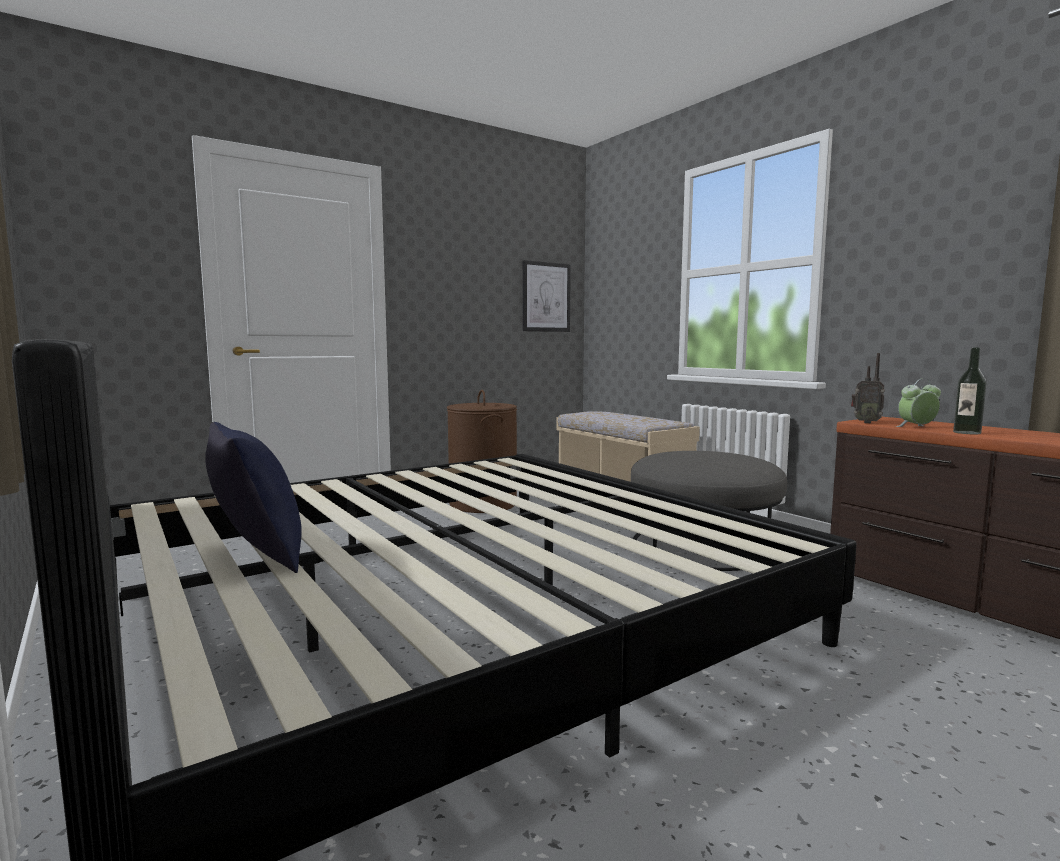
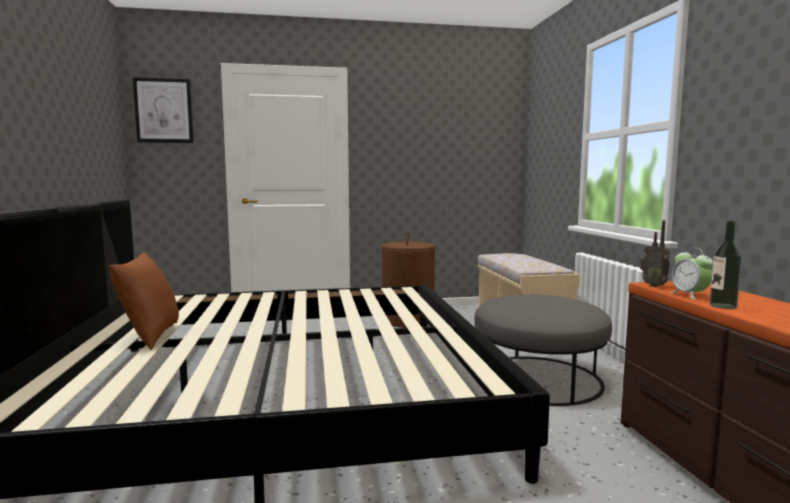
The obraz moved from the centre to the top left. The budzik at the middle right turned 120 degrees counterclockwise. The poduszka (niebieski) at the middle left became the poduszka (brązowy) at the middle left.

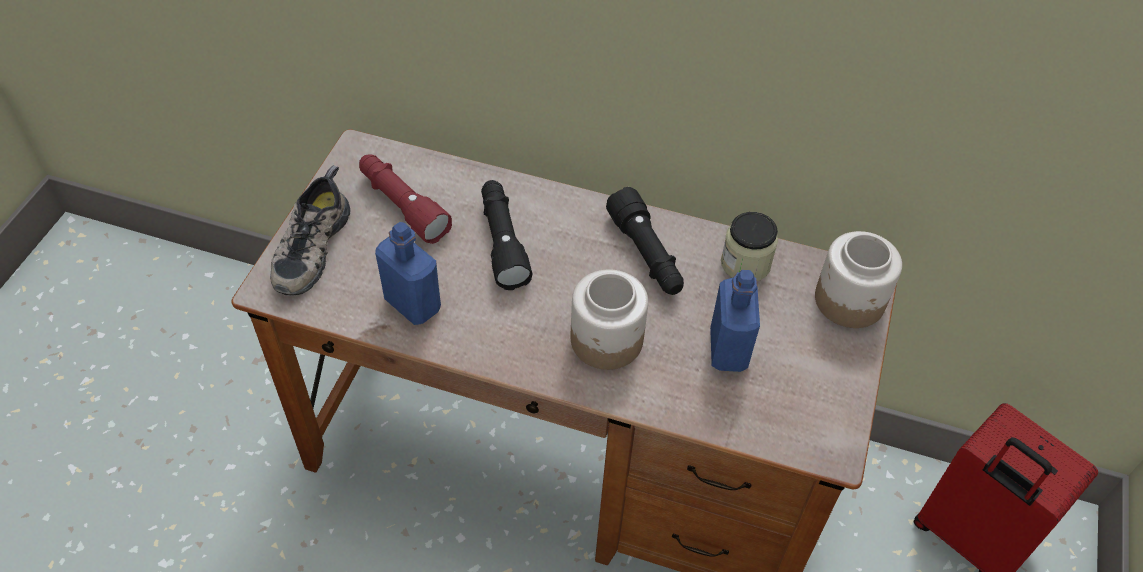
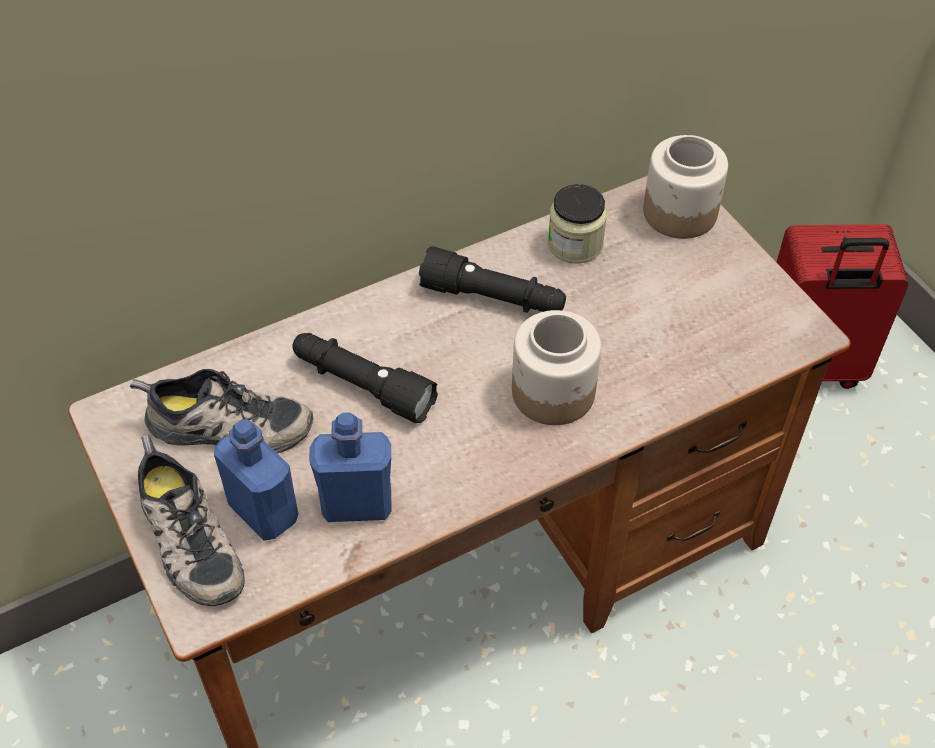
The latarka (czerwony) at the centre was replaced by the but (no. 2 from left) at the middle left. The butelka (niebieski) (no. 2 from left in the first image) moved from the centre to the middle left.

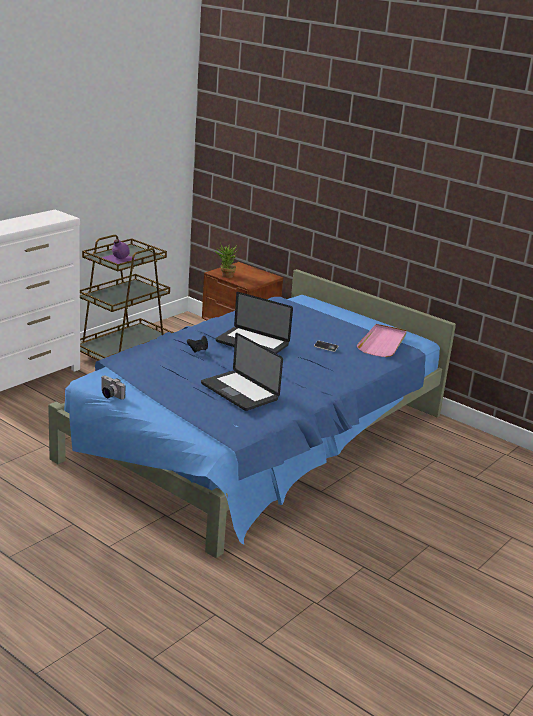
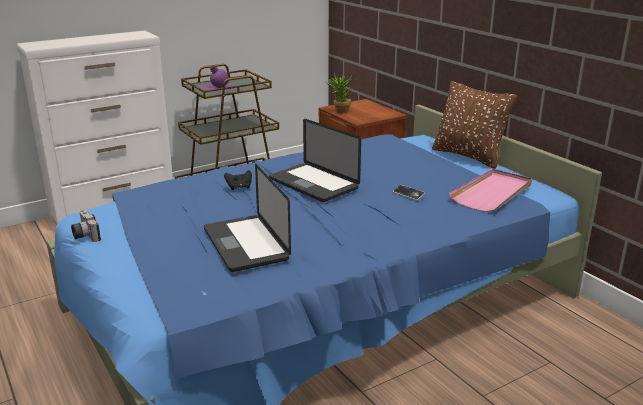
The poduszka (brązowy) at the top right appeared.

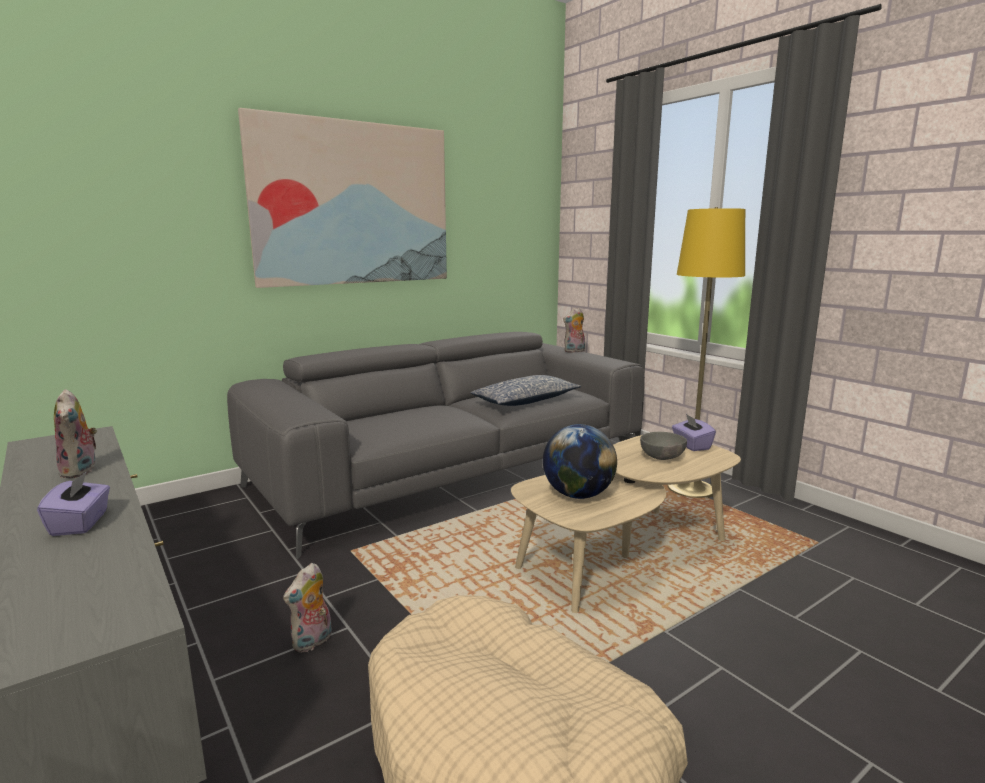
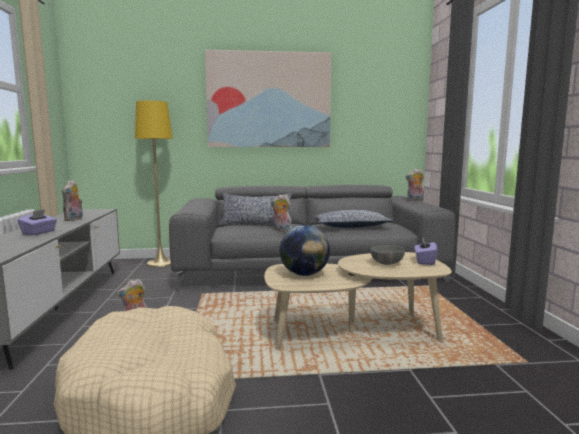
The lampa stojąca (żółty) moved from the middle right to the middle left. The poduszka (no. 1 from left) at the centre appeared. The pluszak (no. 3 from left) at the centre appeared.

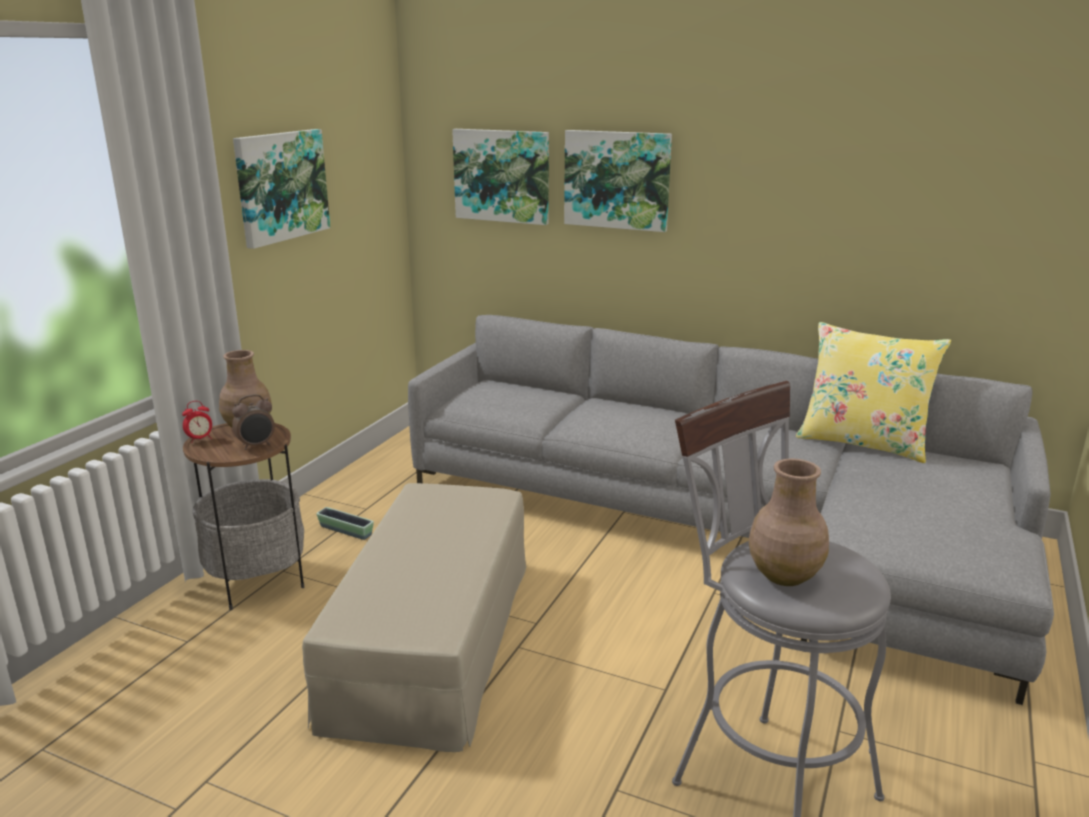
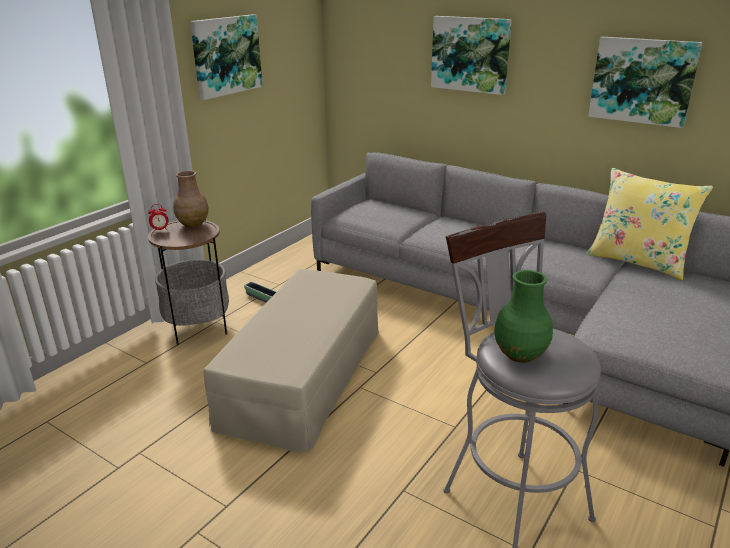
The obraz (no. 2 from left in the first image) moved from the top centre to the top right. The budzik (no. 2 from left) at the middle left disappeared. The wazon (brązowy) (no. 2 from left) at the middle right became the wazon (zielony) at the middle right.

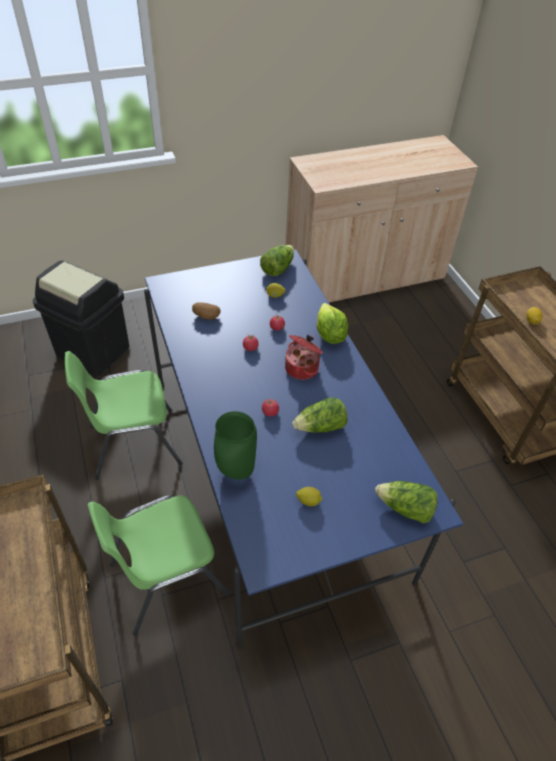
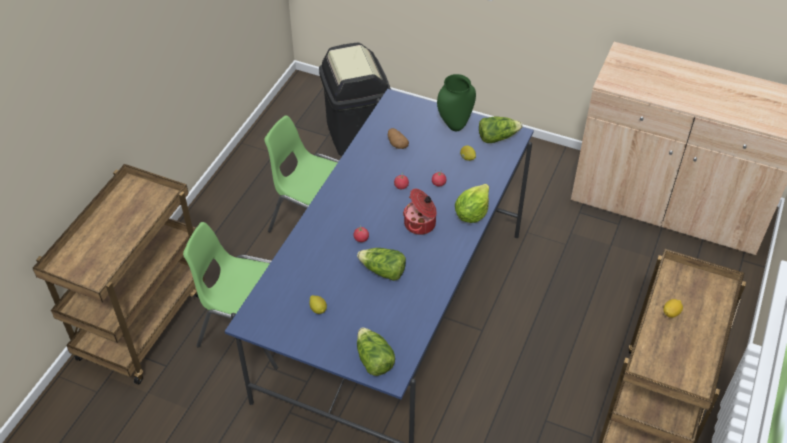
The wazon (zielony) moved from the centre to the top centre.

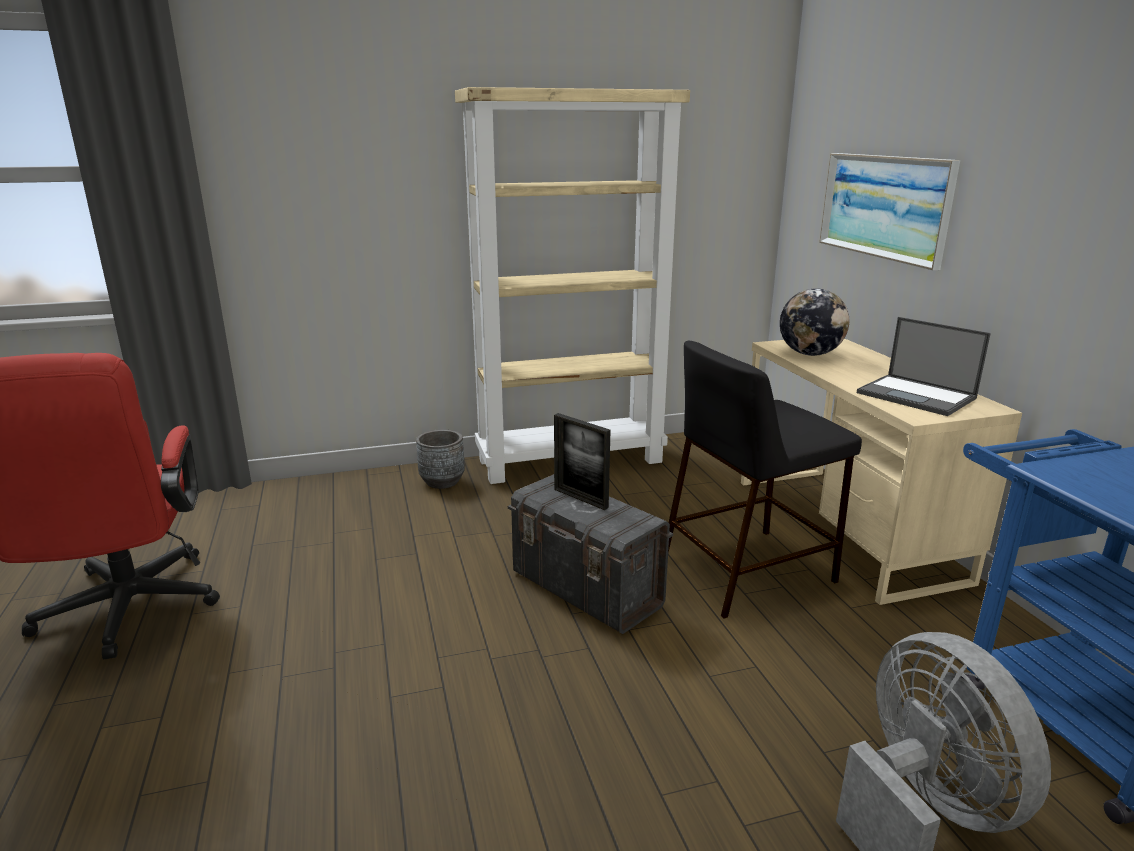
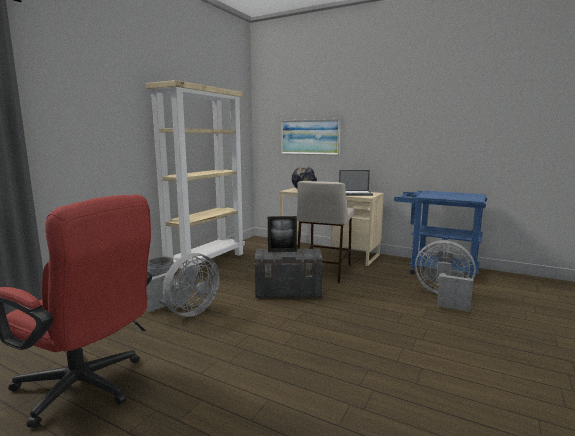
The stołek (czarny) at the middle right became the stołek (beżowy) at the centre. The wentylator (szary) (no. 1 from left) at the middle left appeared.

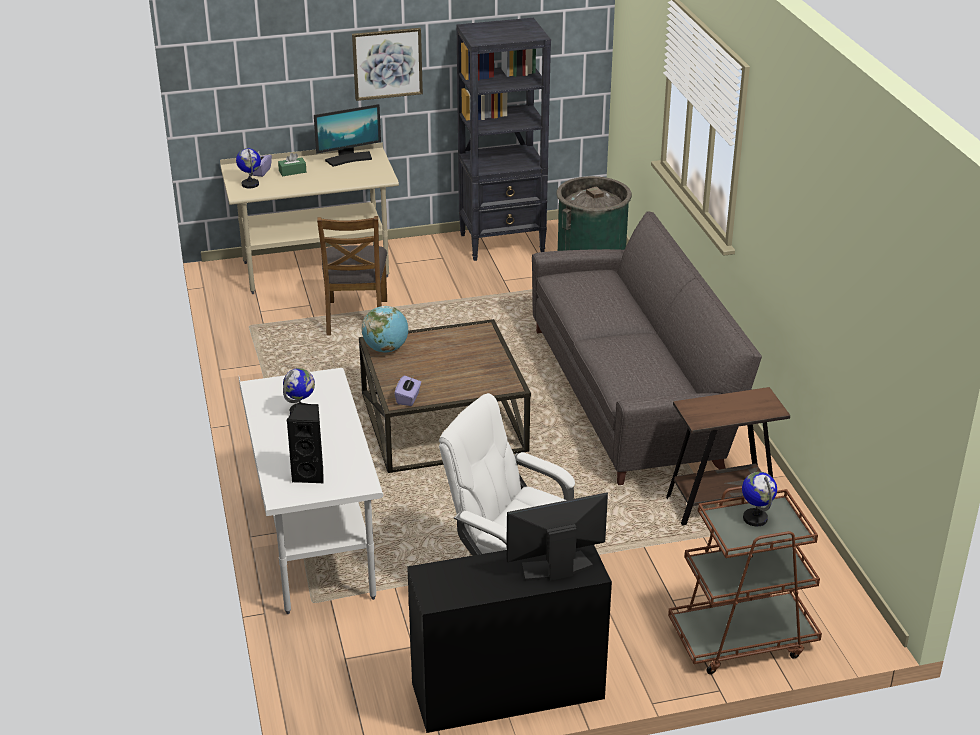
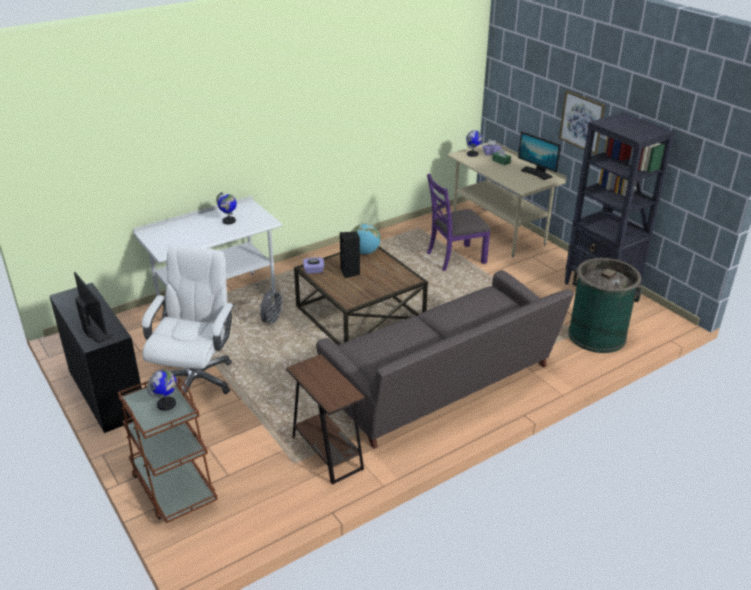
The krzesło (brązowy) at the centre became the krzesło (fioletowy) at the centre. The głośnik (czarny) moved from the middle left to the centre. The wentylator (szary) at the centre appeared.

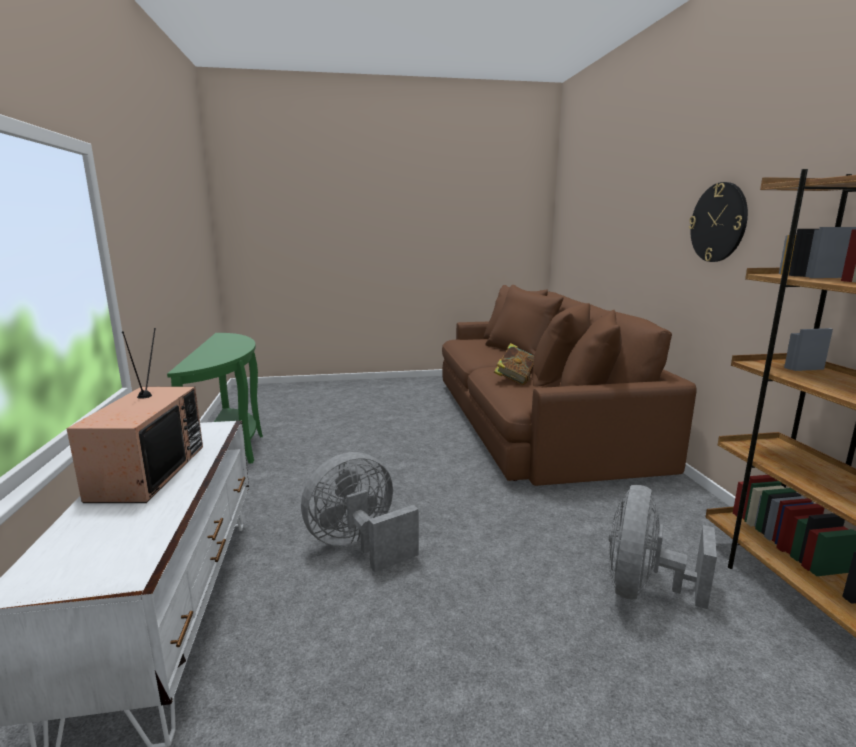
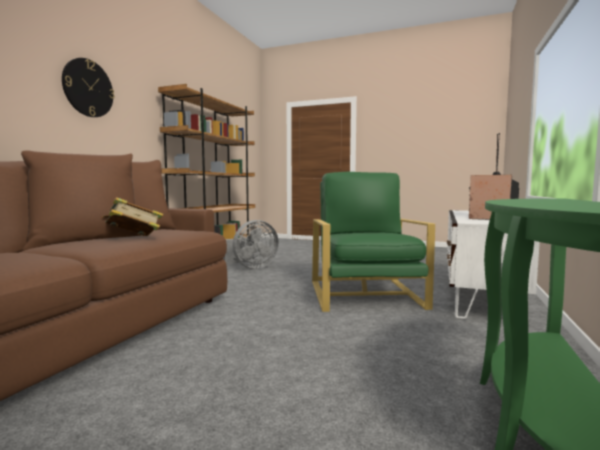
The wentylator (szary) (no. 1 from left) at the bottom centre was replaced by the fotel (zielony) at the centre.

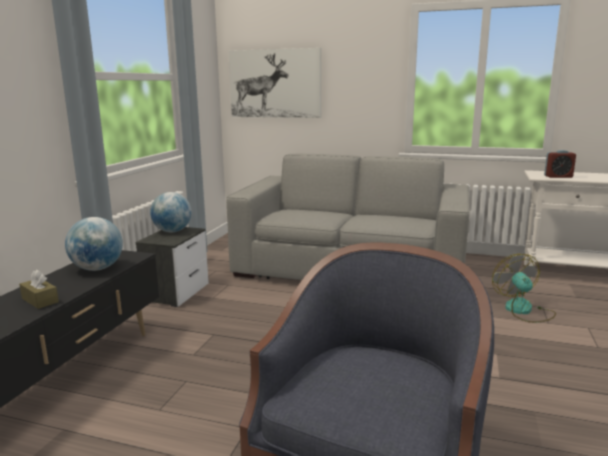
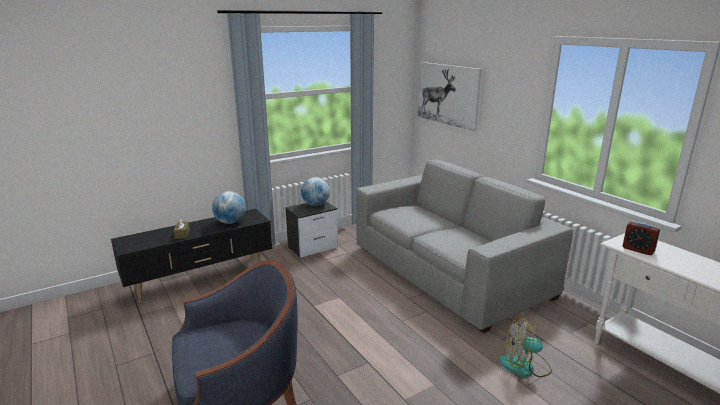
The wentylator at the middle right turned 120 degrees counterclockwise.

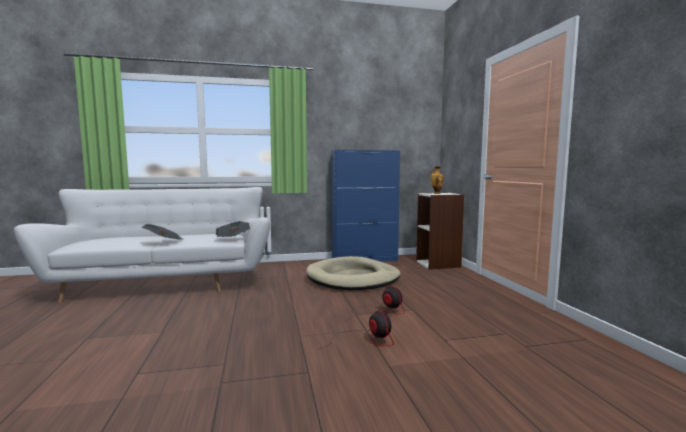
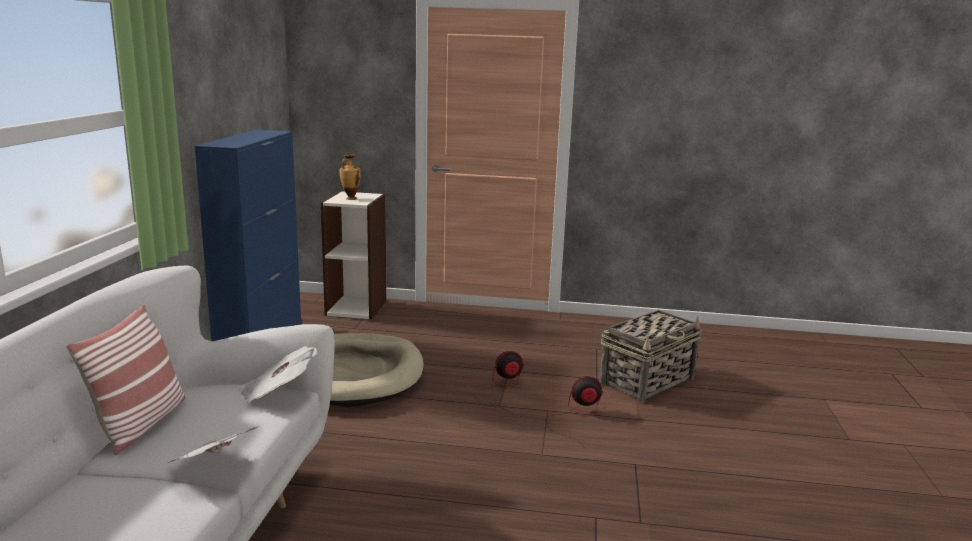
The poduszka at the bottom left appeared. The koszyk at the middle right appeared.

